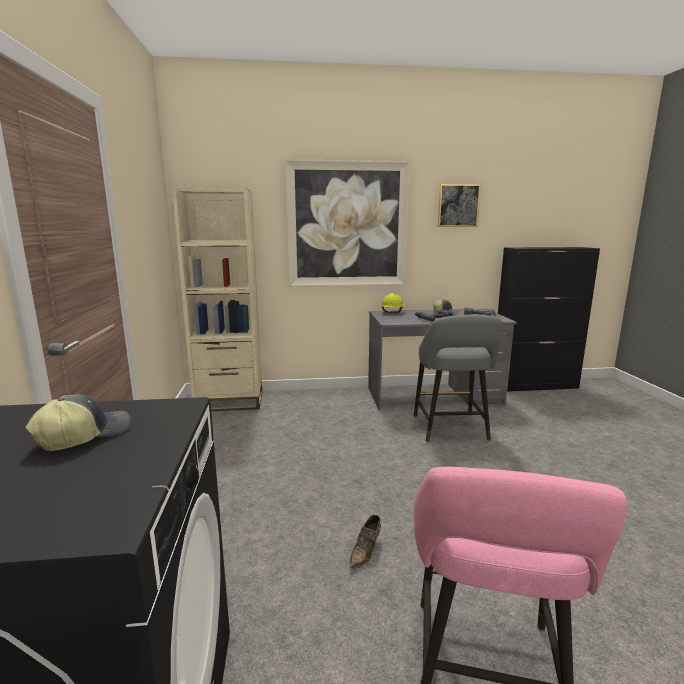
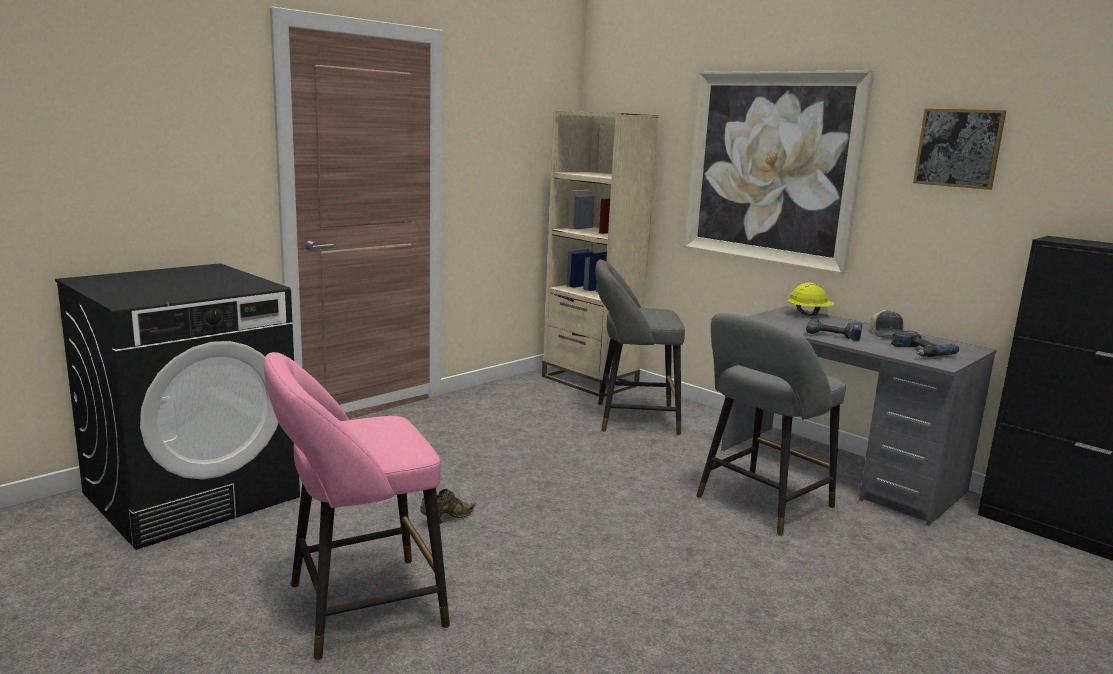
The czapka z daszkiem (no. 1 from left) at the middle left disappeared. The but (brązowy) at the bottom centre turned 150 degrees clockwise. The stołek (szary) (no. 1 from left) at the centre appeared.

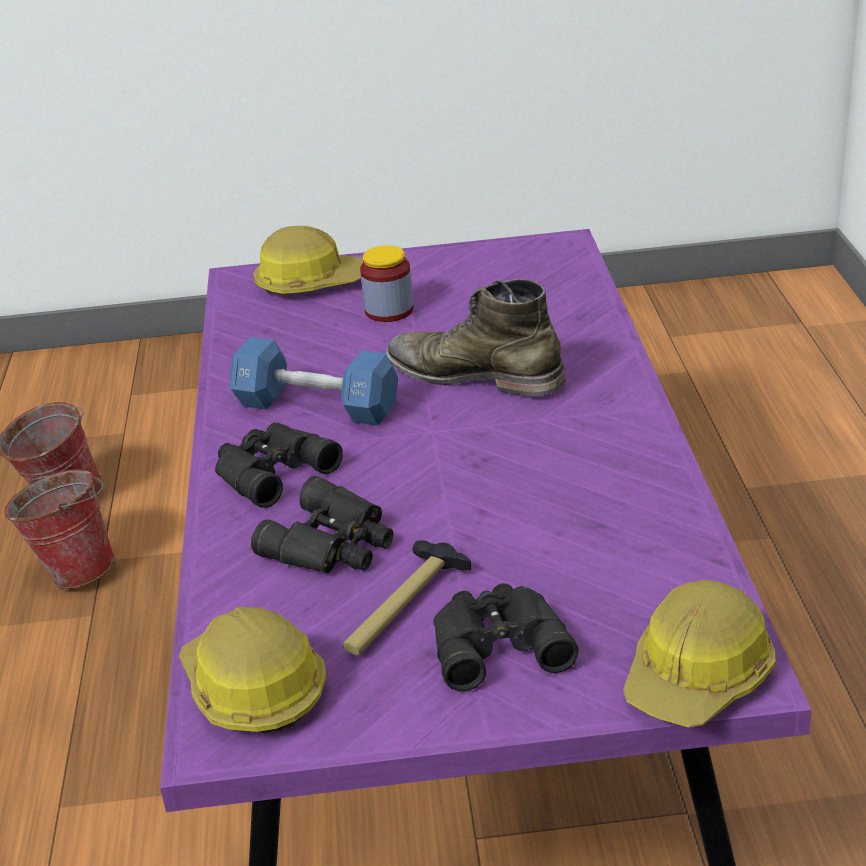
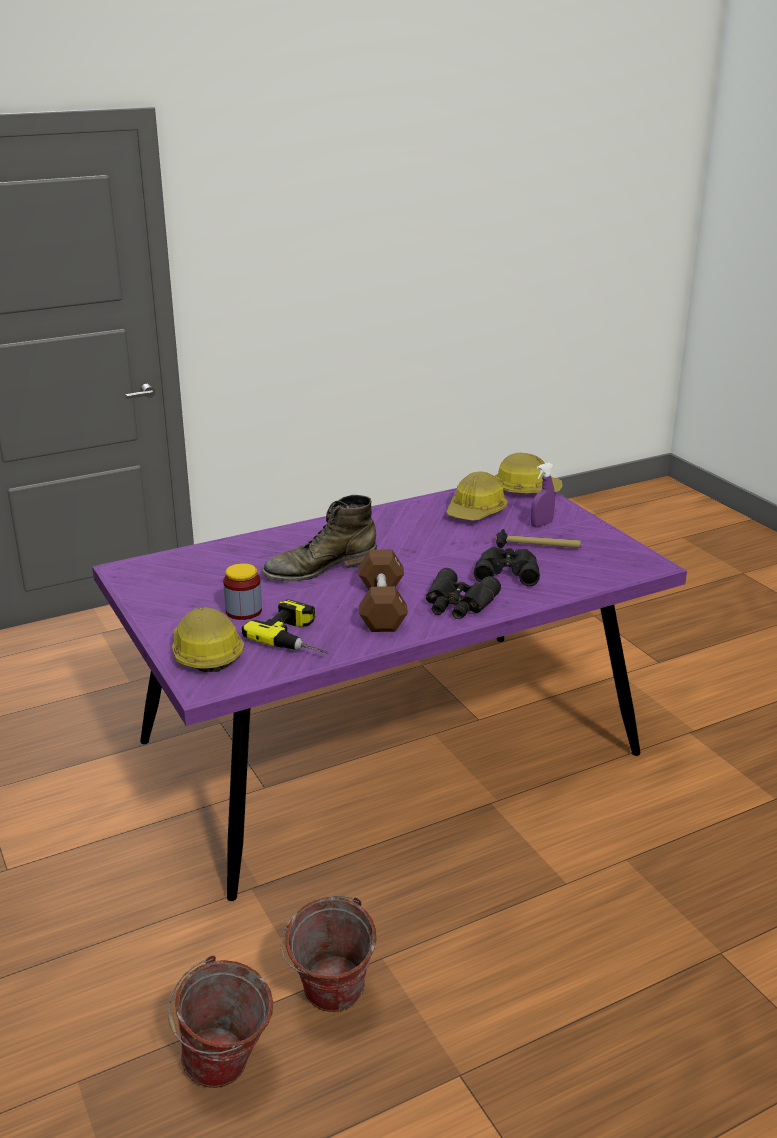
The but z cholewką (zielony) at the centre turned 60 degrees clockwise. The hantel (niebieski) at the centre became the hantel (brązowy) at the centre. The lornetka (czarny) (no. 3 from left) at the bottom centre was replaced by the spryskiwacz (fioletowy) at the middle right. The kask (no. 1 from left in the first image) moved from the bottom left to the centre. The wiertarka at the centre appeared.

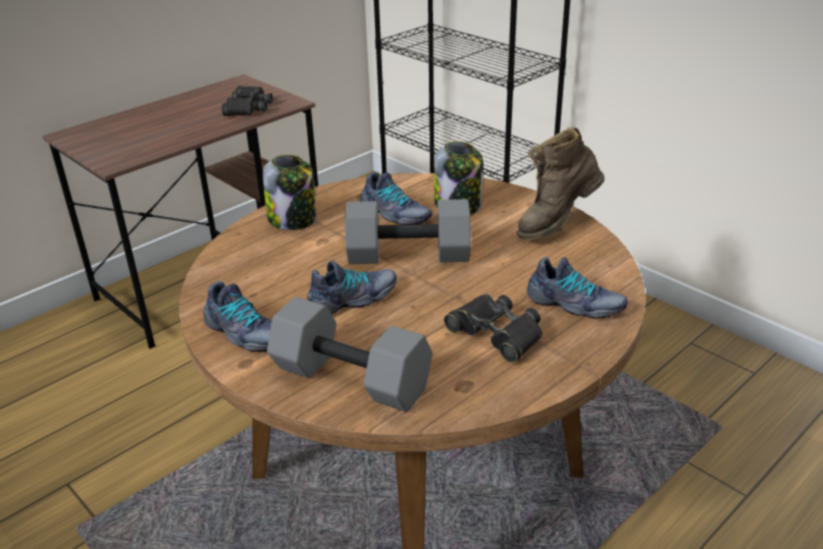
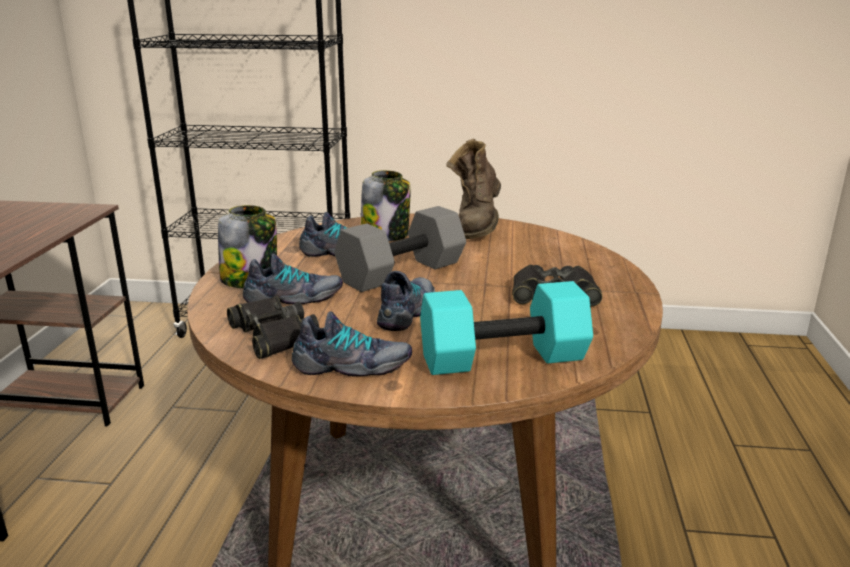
The lornetka (czarny) (no. 1 from left) moved from the top left to the middle left. The but (no. 4 from left in the first image) moved from the middle right to the centre. The hantel (szary) (no. 1 from left) at the centre became the hantel (turkusowy) at the centre.

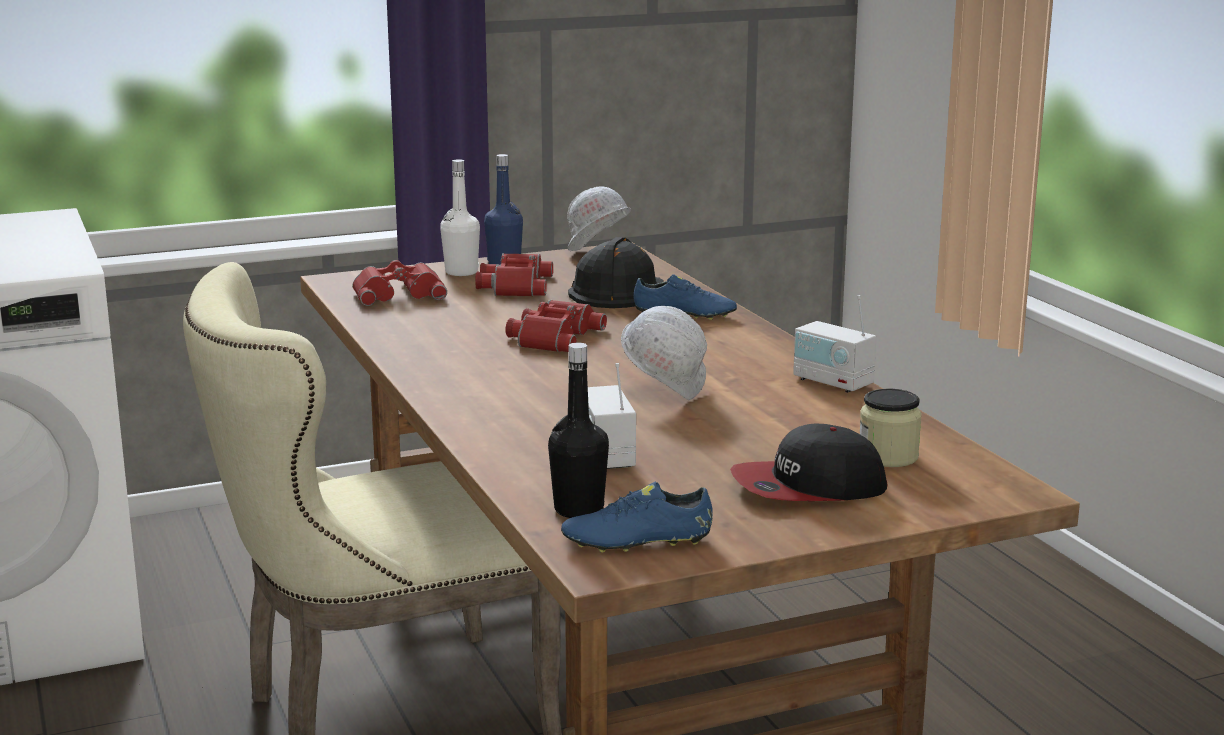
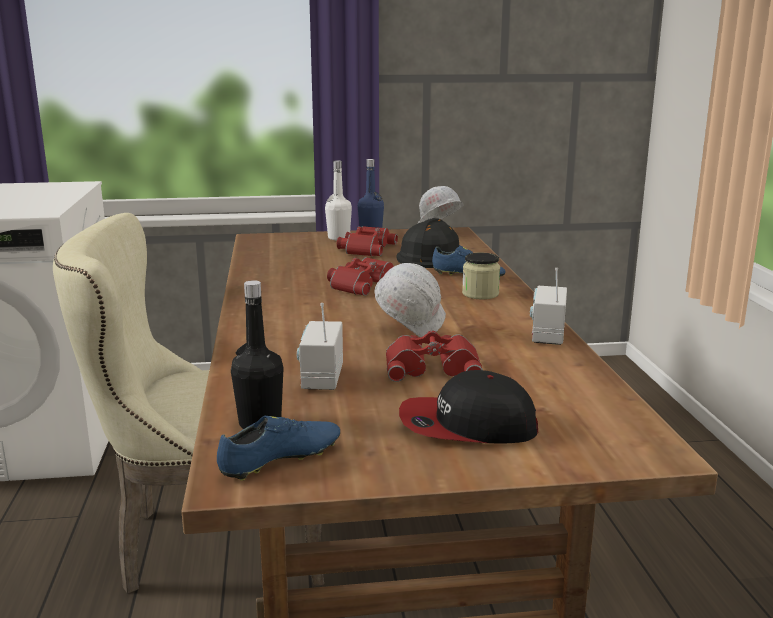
The lornetka (czerwony) (no. 1 from left in the first image) moved from the middle left to the centre. The radio (no. 2 from left) at the middle right turned 45 degrees clockwise. The słoik moved from the middle right to the centre. The but (niebieski) (no. 1 from left) at the bottom centre turned 135 degrees clockwise.

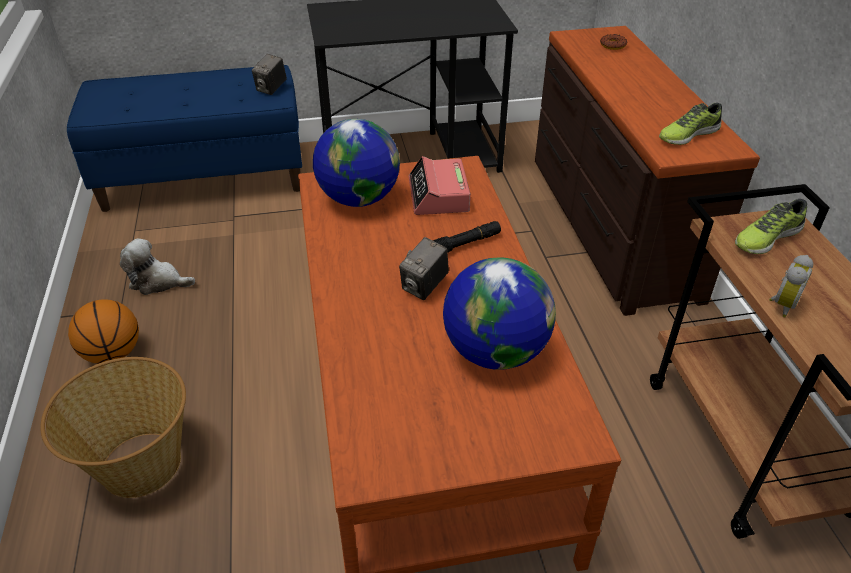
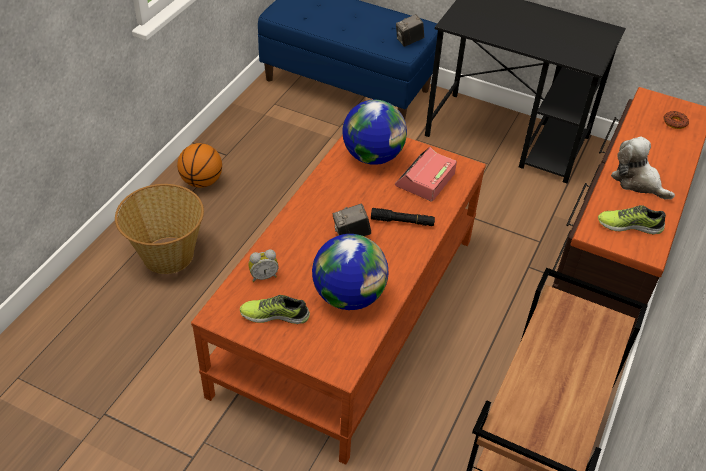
The but (no. 2 from left in the first image) moved from the middle right to the centre. The pluszak moved from the middle left to the middle right. The budzik (no. 2 from left in the first image) moved from the middle right to the centre.

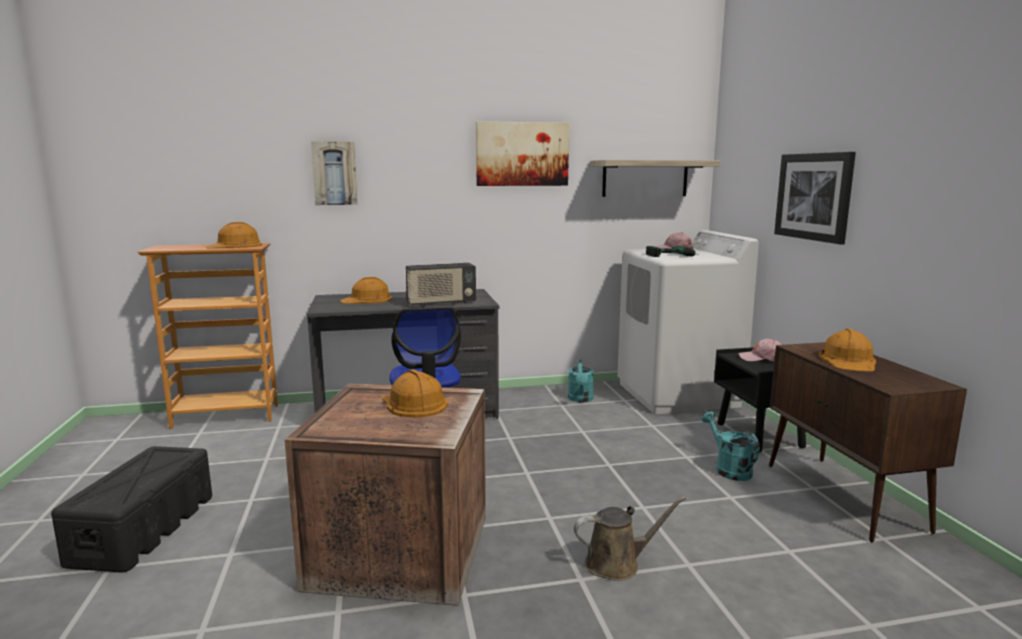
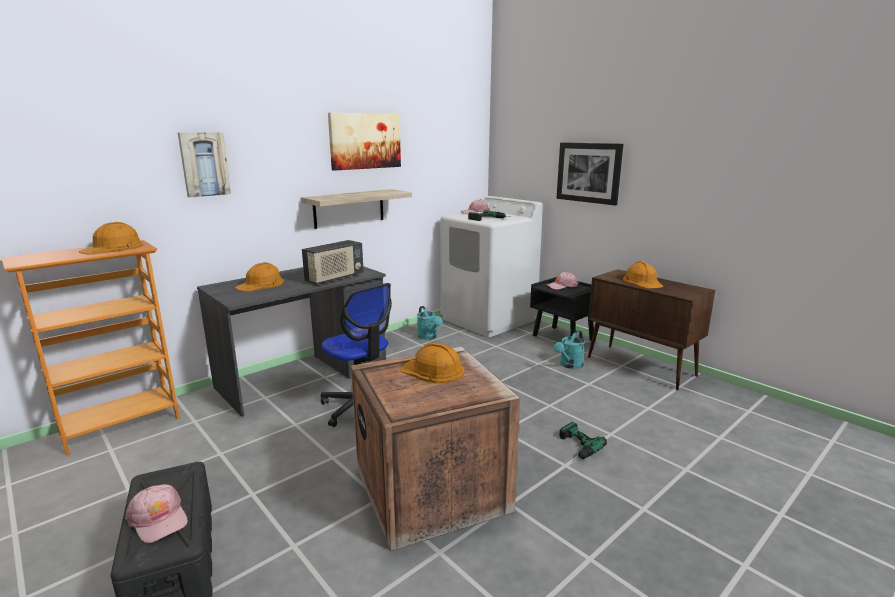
The półka moved from the top centre to the centre. The konewka (turkusowy) (no. 2 from left) at the bottom right turned 90 degrees counterclockwise. The konewka (brązowy) at the bottom centre was replaced by the wiertarka (no. 2 from left) at the bottom centre. The czapka z daszkiem (różowy) (no. 1 from left) at the bottom left appeared.

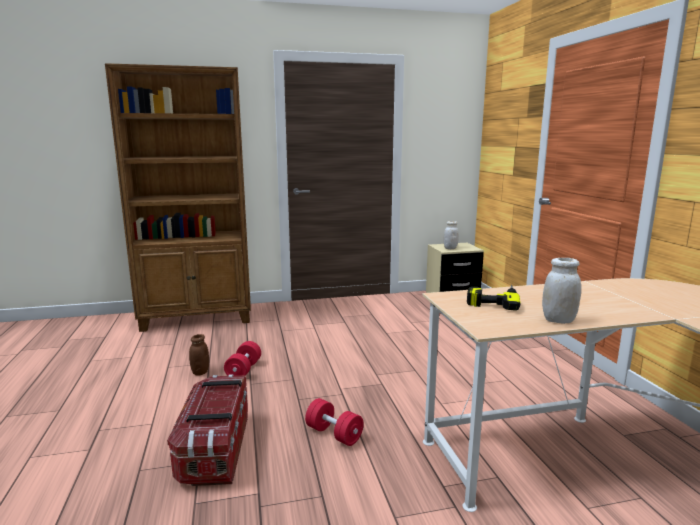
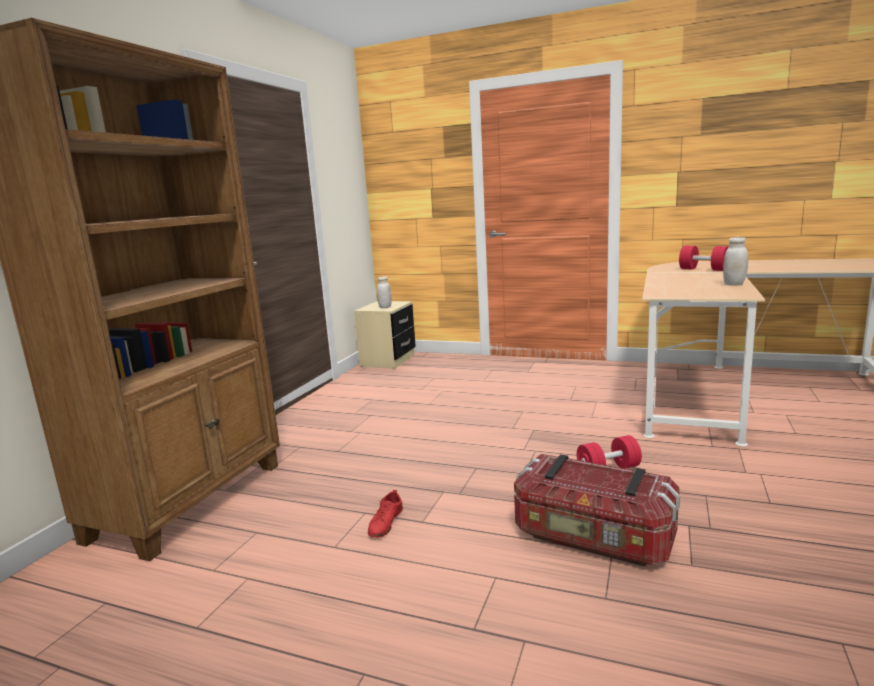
The wiertarka at the middle right disappeared. The słoik (brązowy) at the bottom left was replaced by the but (czerwony) at the bottom centre. The hantel (czerwony) (no. 1 from left in the first image) moved from the bottom centre to the middle right.

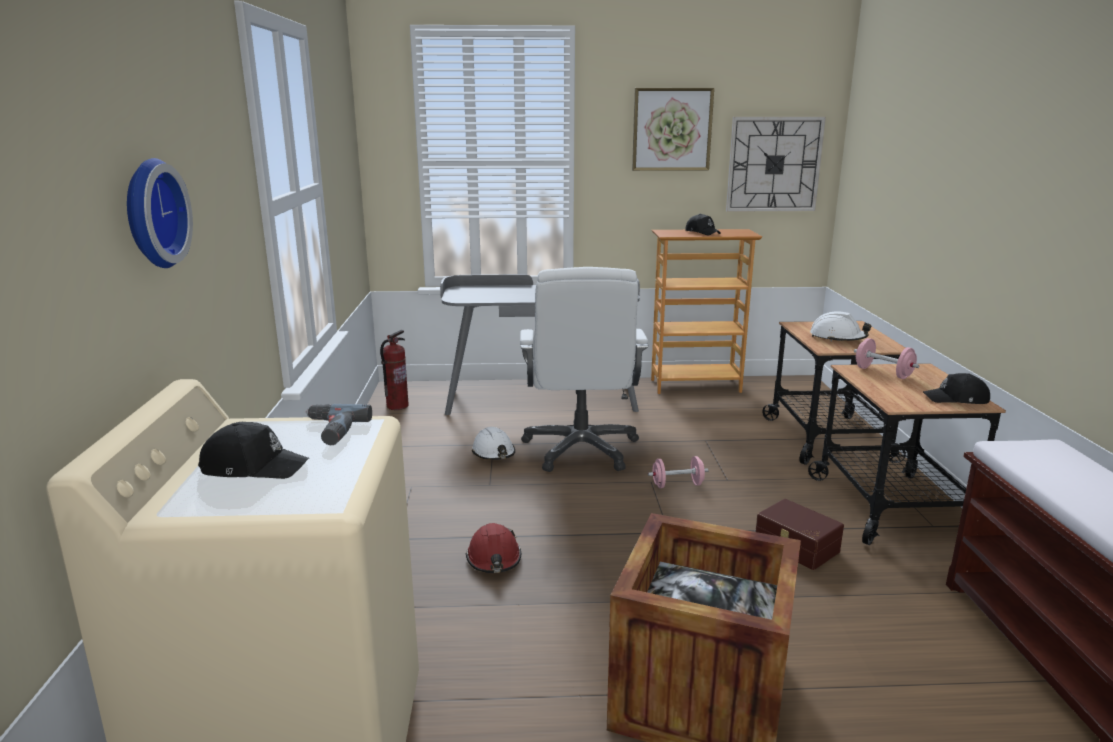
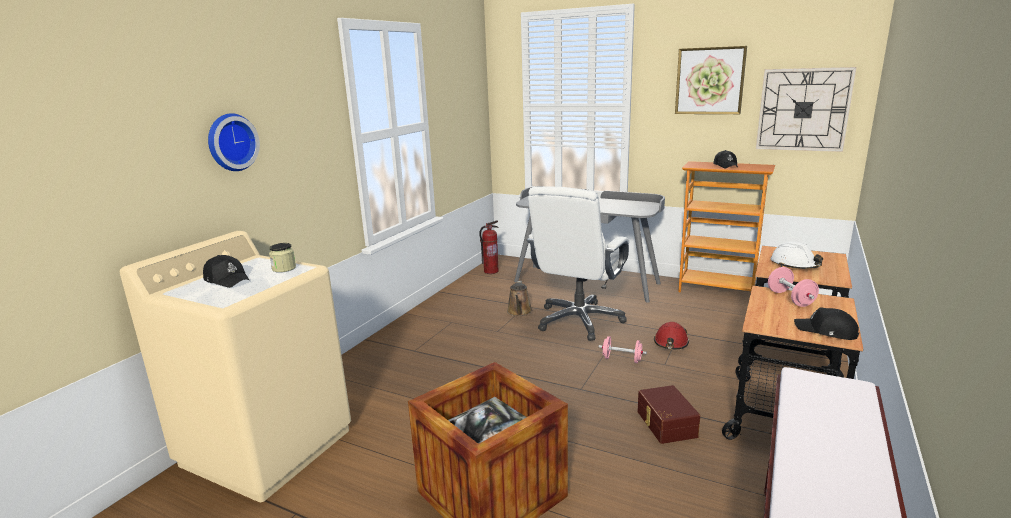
The wiertarka at the middle left was replaced by the słoik at the middle left. The kask (biały) (no. 1 from left) at the centre was replaced by the konewka (brązowy) at the centre. The kask (czerwony) moved from the bottom centre to the centre.

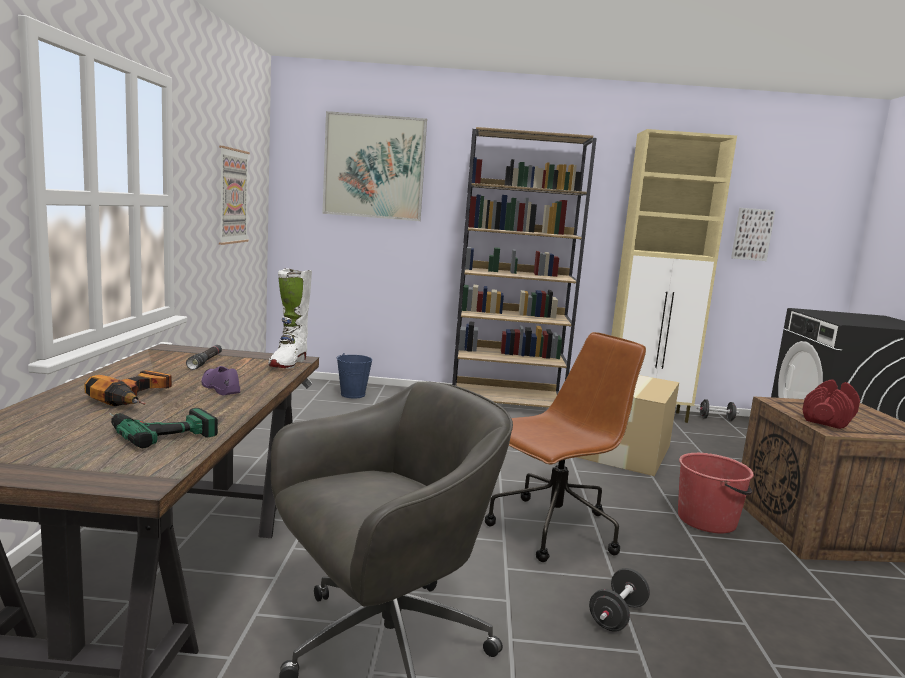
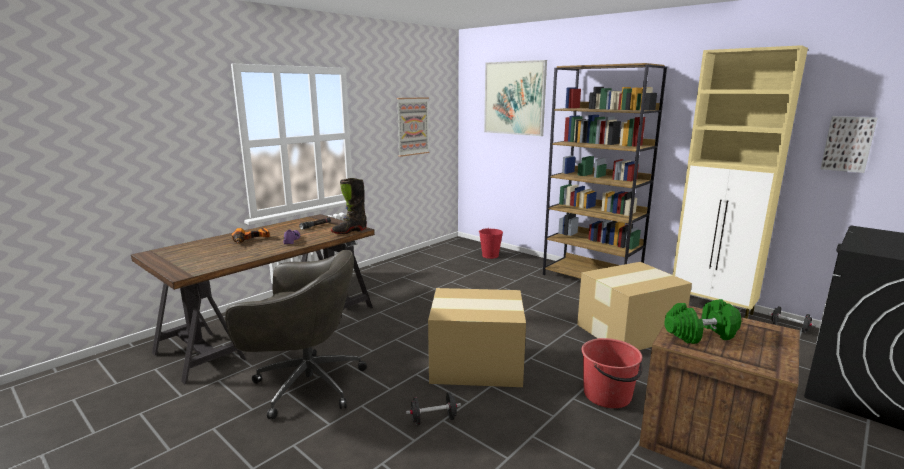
The but z cholewką (biały) at the middle left became the but z cholewką (czarny) at the centre. The krzesło biurowe (brązowy) at the centre was replaced by the karton (no. 1 from left) at the bottom centre. The wiadro (niebieski) at the centre became the wiadro (czerwony) (no. 1 from left) at the centre. The hantel (czerwony) at the middle right became the hantel (zielony) at the bottom right. The wiertarka (no. 2 from left) at the middle left disappeared.

